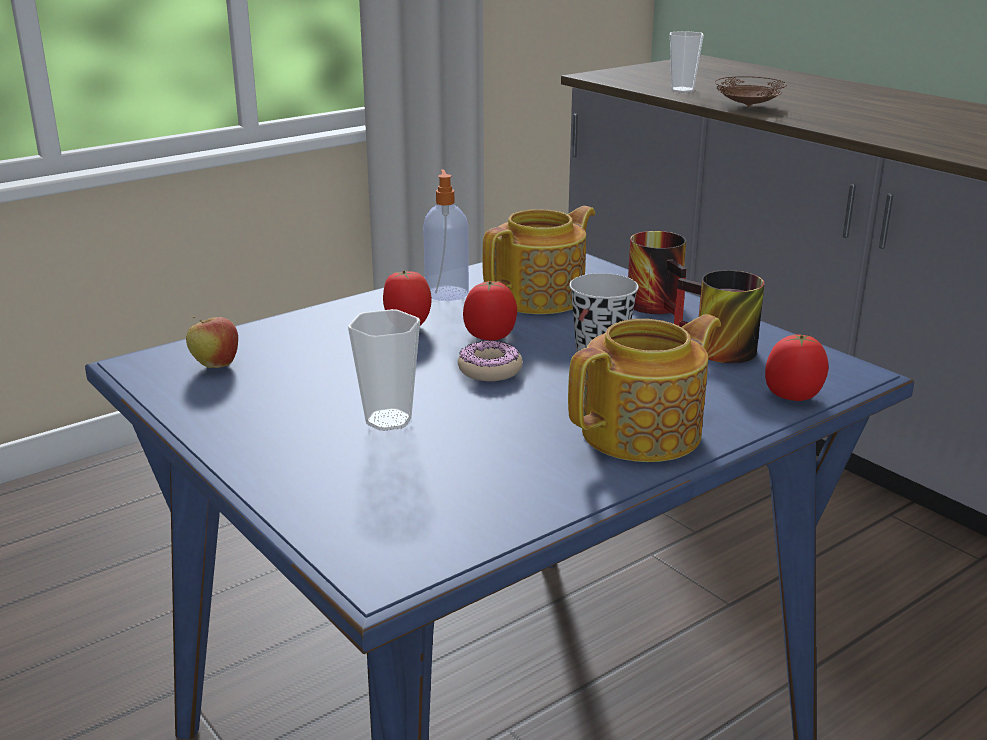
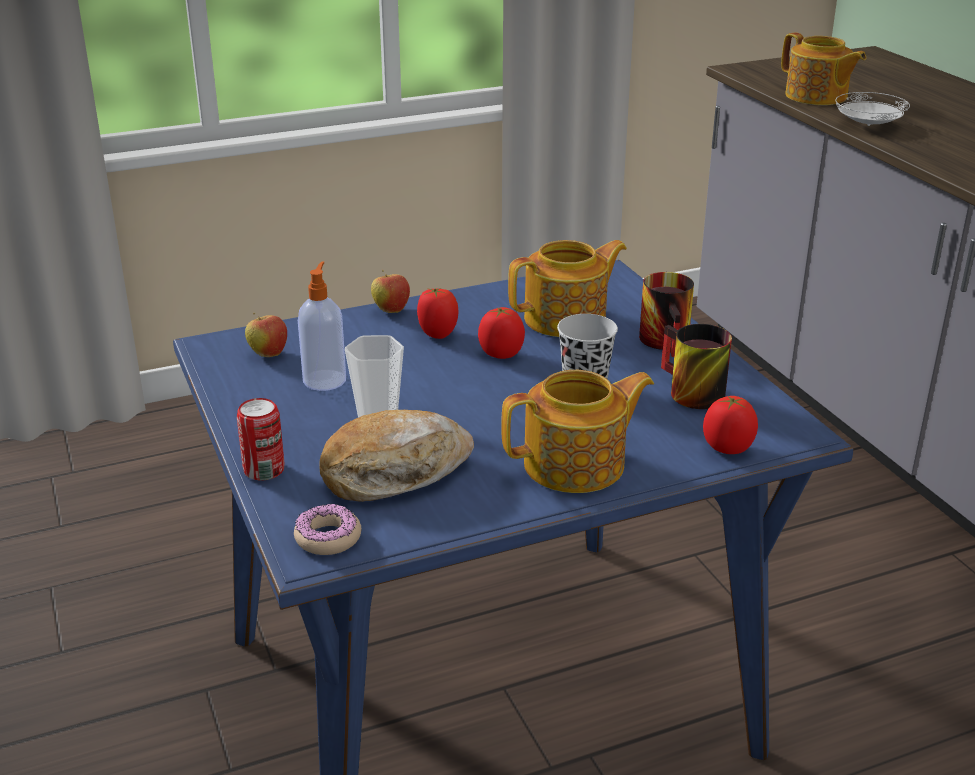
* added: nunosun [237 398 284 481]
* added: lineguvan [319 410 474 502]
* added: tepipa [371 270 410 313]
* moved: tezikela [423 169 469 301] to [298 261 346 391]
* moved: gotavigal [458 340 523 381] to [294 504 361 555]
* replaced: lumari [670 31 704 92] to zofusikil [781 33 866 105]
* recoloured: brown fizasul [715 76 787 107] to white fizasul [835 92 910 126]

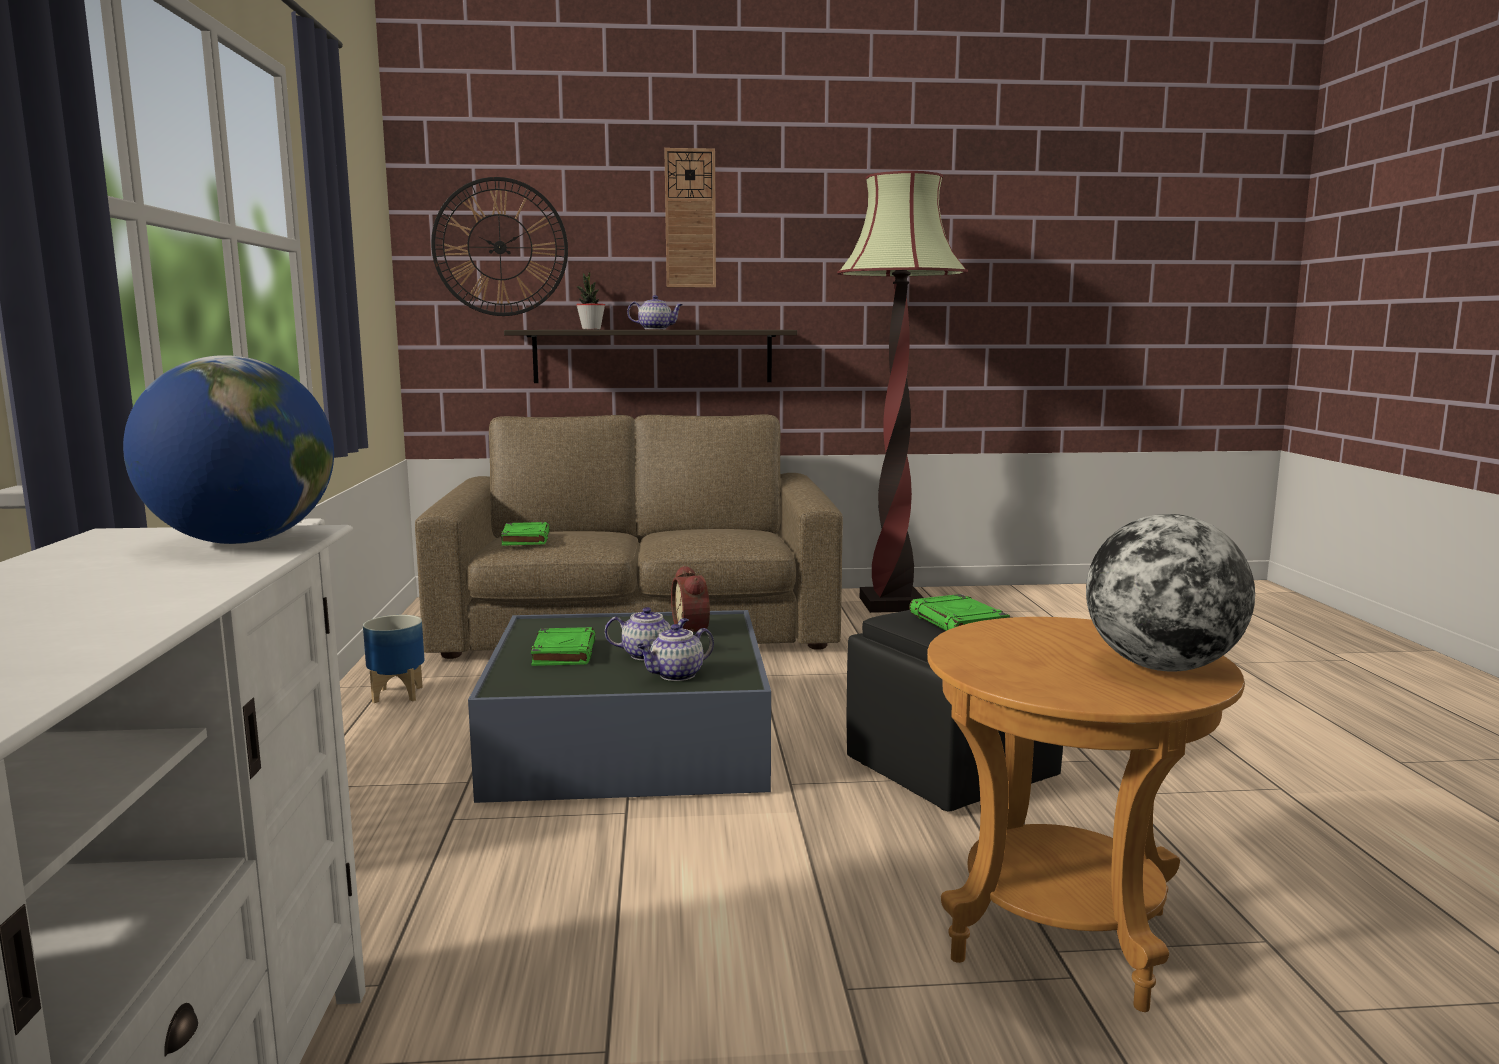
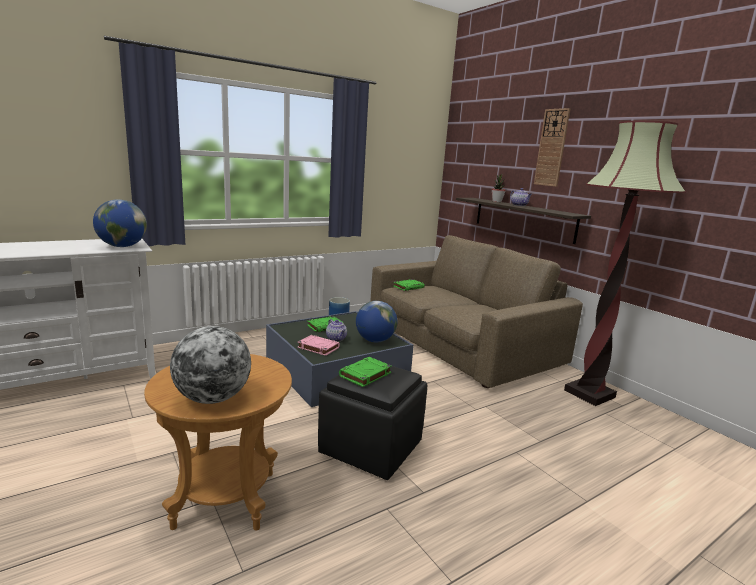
* removed: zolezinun [431 177 568 316]
* replaced: zofusikil [637 624 714 681] to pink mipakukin [297 335 340 356]
* replaced: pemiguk [671 565 710 632] to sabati [356 301 397 342]

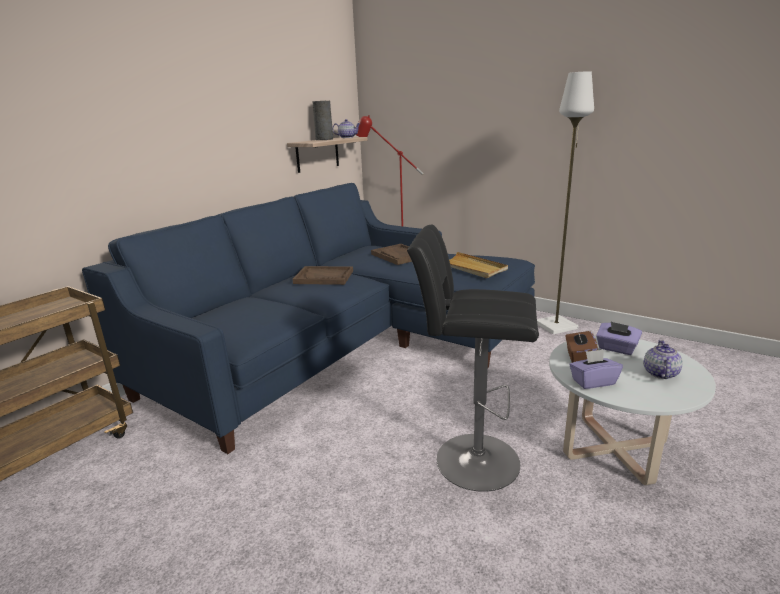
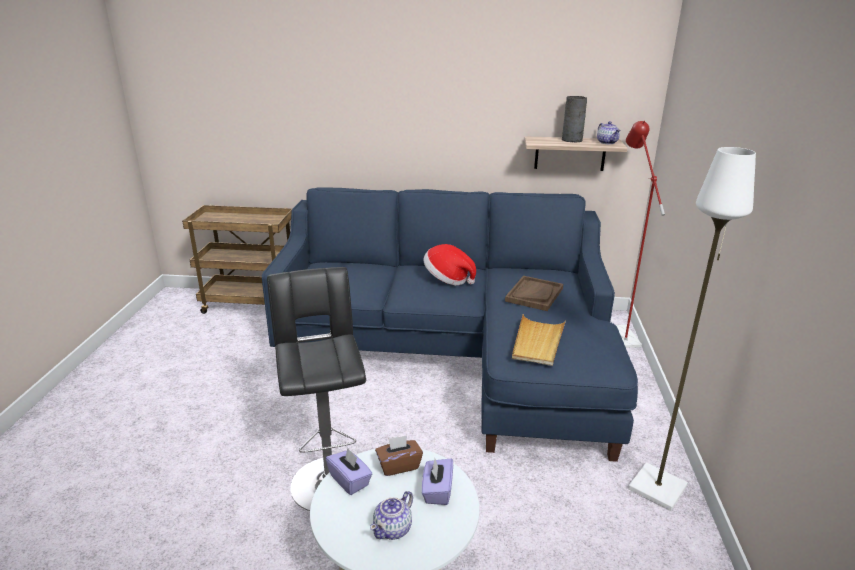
* replaced: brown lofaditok [292 266 353 285] to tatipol [423 244 476 286]
* turned: zofusikil [644 340 683 379] = [370 491 413 540] 135 degrees clockwise

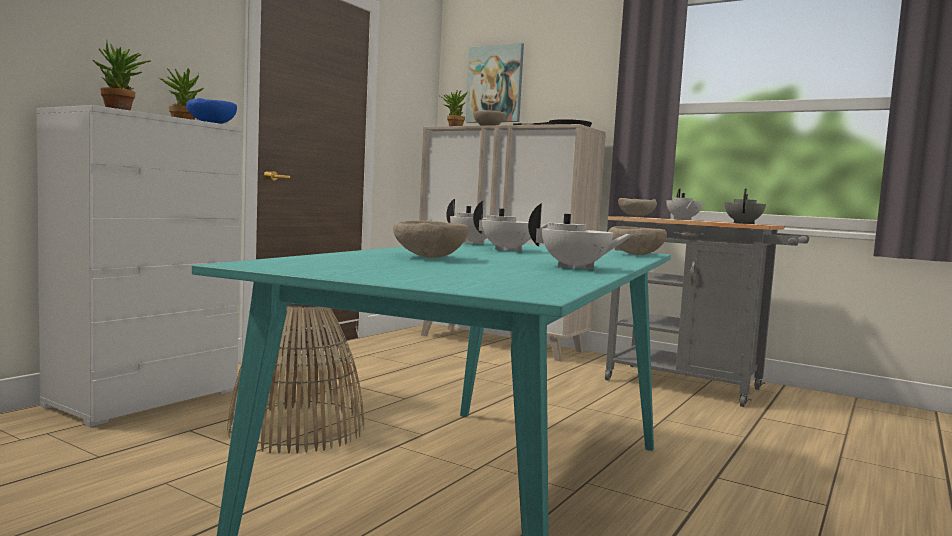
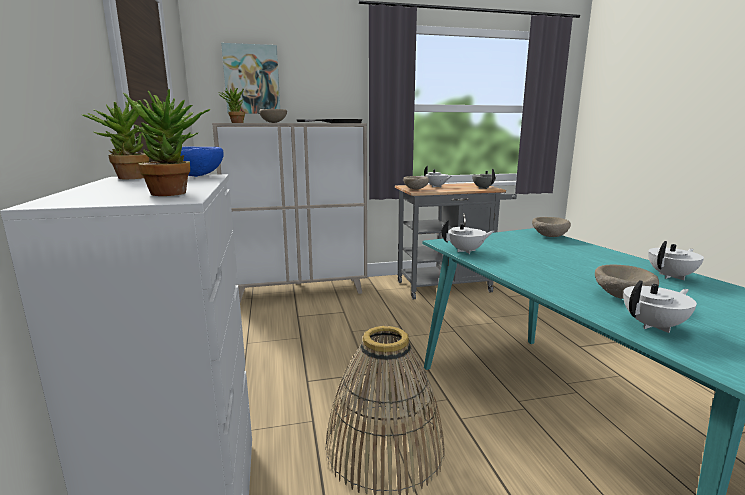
* moved: white zofusikil [473 200 547 251] to [623 280 697 333]

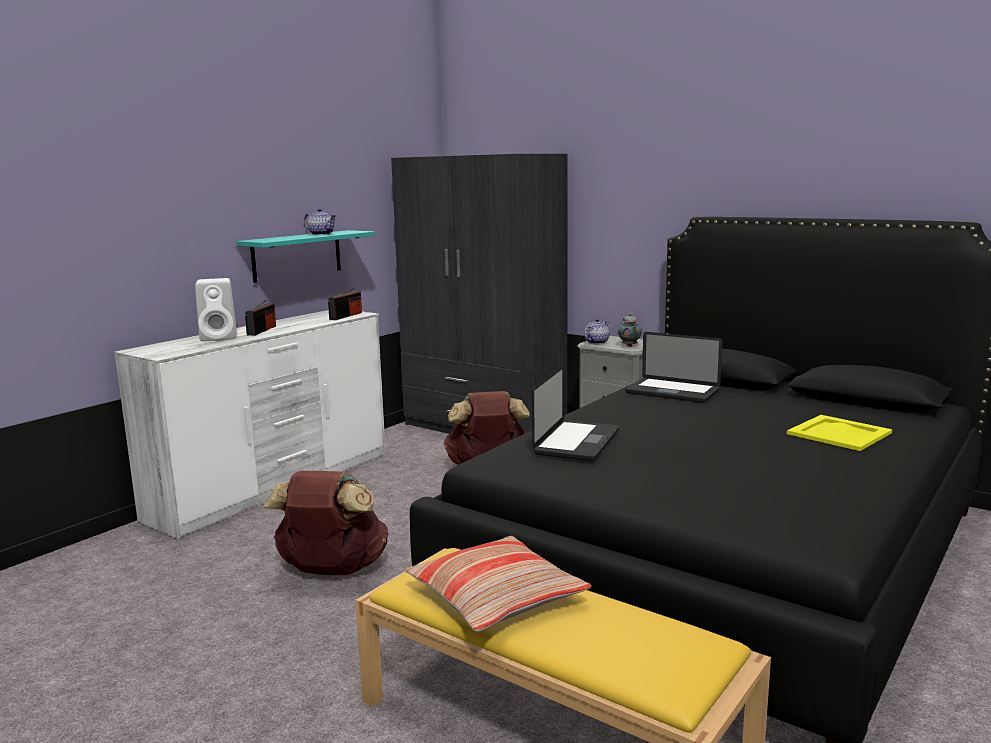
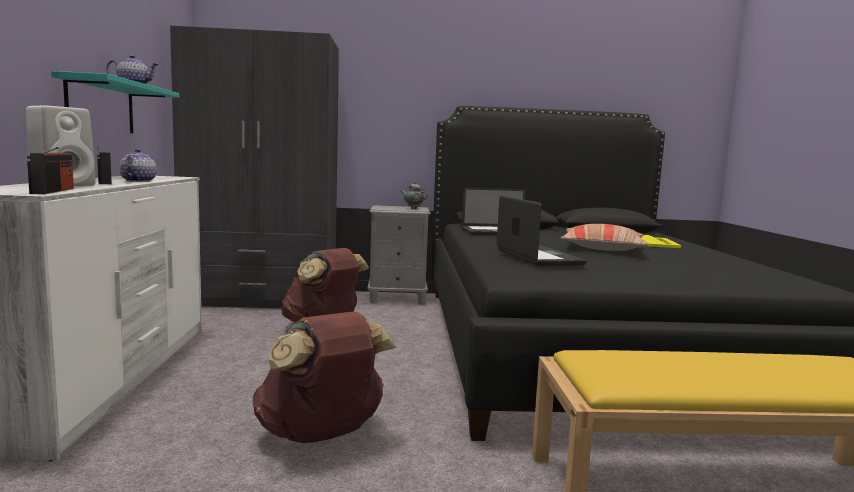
* moved: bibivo [328 288 362 320] to [27 147 74 194]
* moved: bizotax [405 536 592 632] to [561 224 648 251]
* moved: zofusikil [584 318 610 344] to [120 149 157 182]

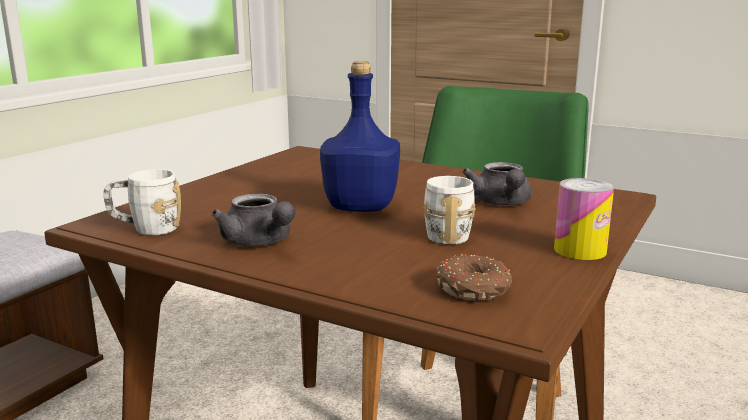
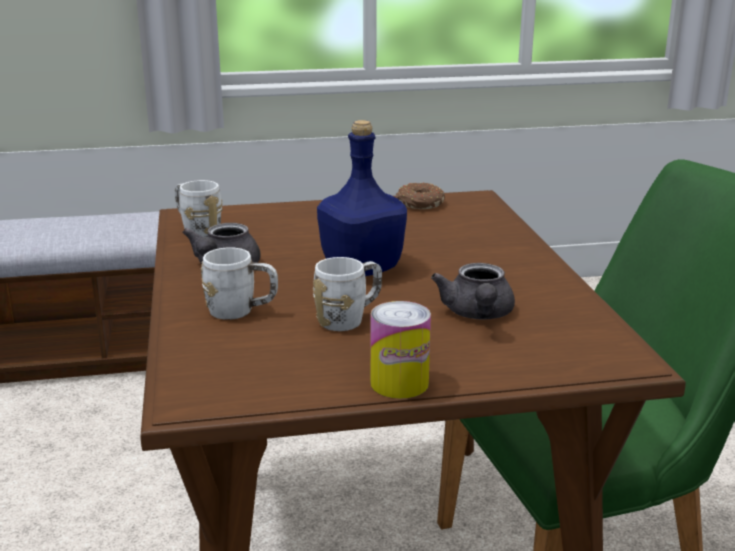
* added: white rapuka [201 248 278 320]
* moved: gotavigal [436 254 512 301] to [396 182 445 209]
* turned: grey zofusikil [463 162 531 206] = [431 263 515 320] 45 degrees counterclockwise

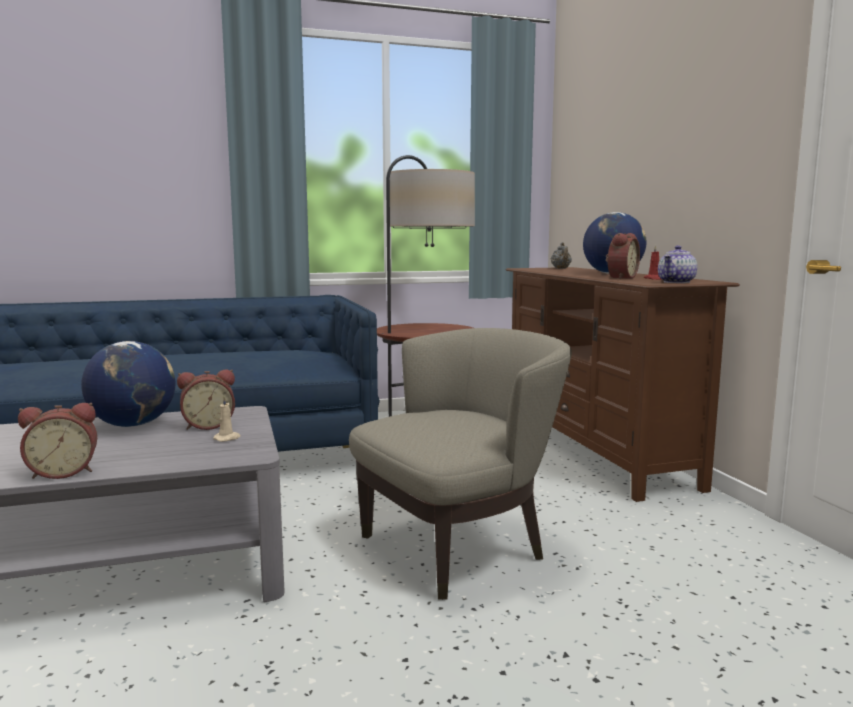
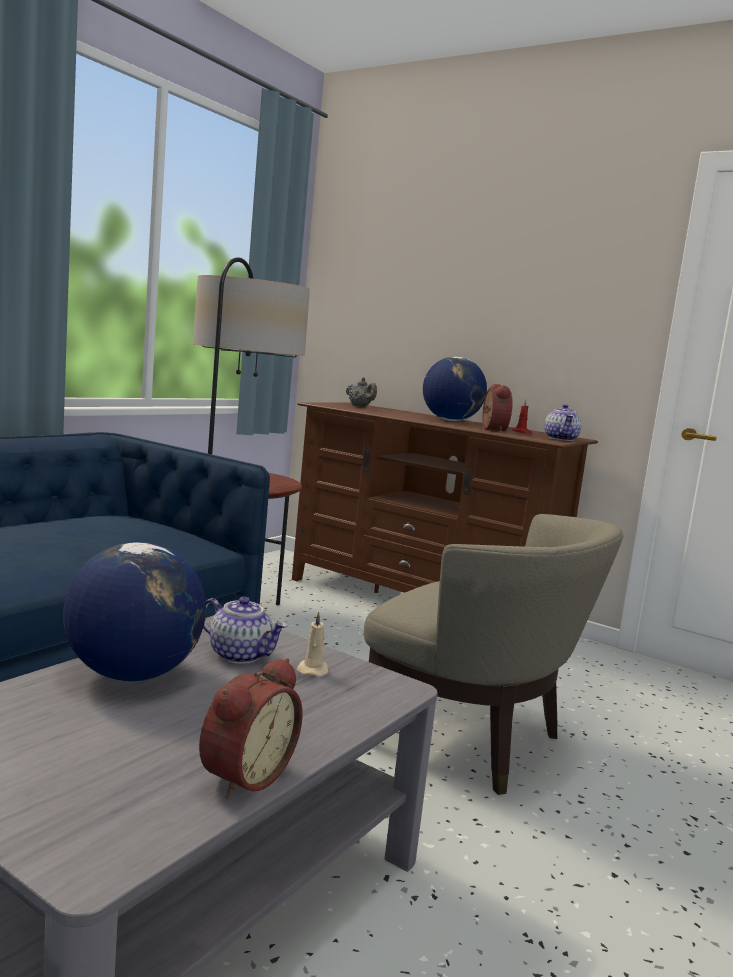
* replaced: pemiguk [177 370 235 430] to zofusikil [203 596 287 664]
* turned: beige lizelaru [349 328 572 600] = [364 514 623 795] 105 degrees clockwise

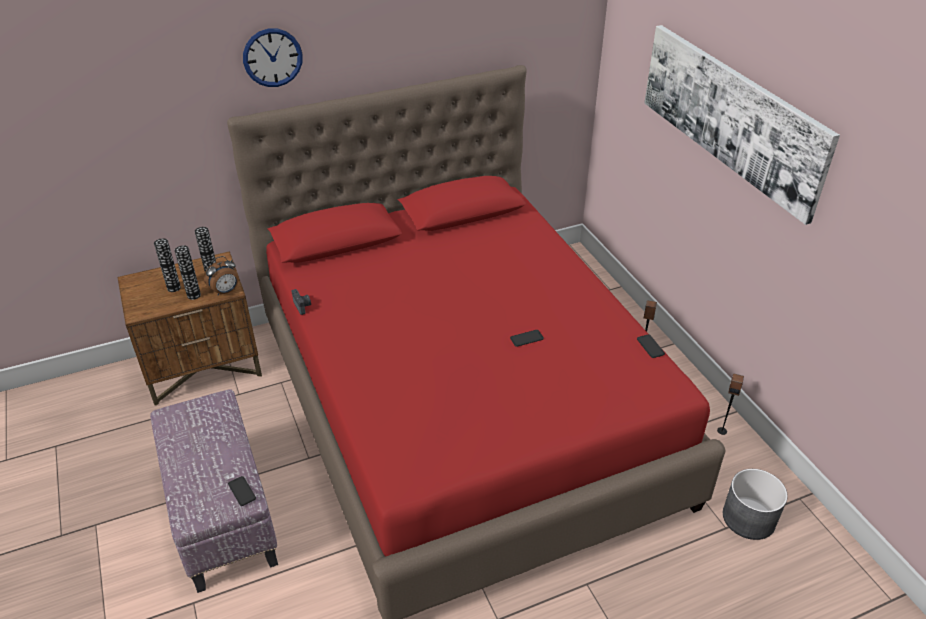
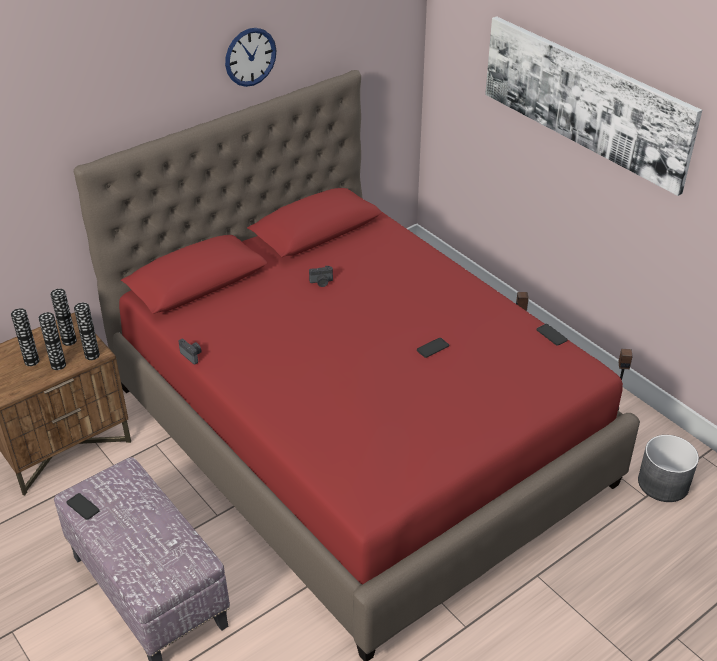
* added: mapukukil [309 266 333 287]
* moved: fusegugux [228 476 256 506] to [66 493 100 520]
* moved: zolezinun [243 29 303 87] to [225 28 277 87]
* replaced: pemiguk [204 256 238 295] to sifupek [74 303 100 360]

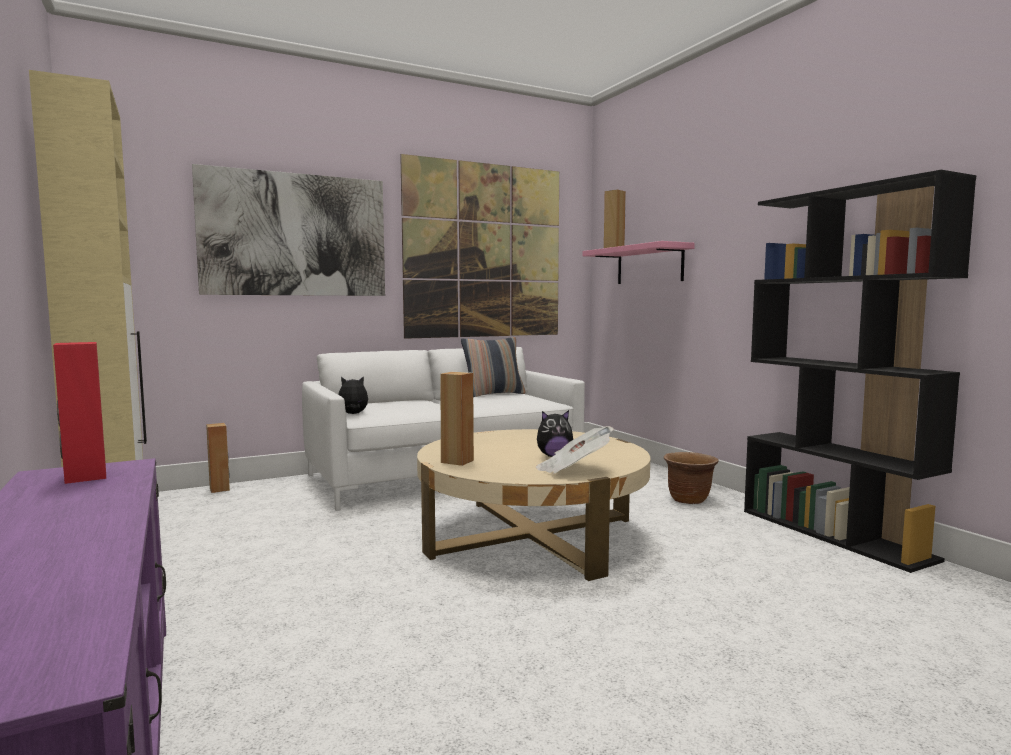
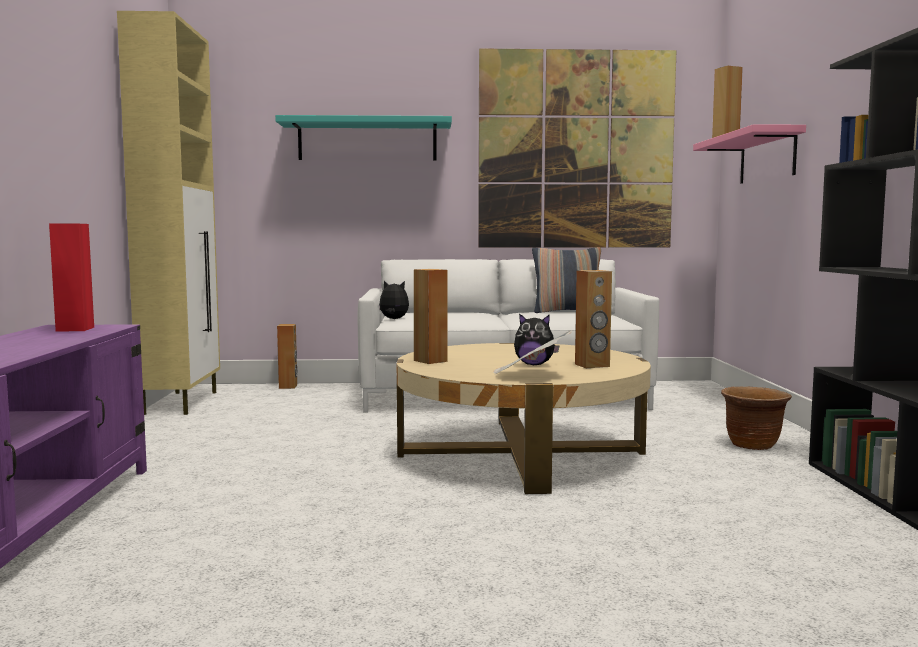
* added: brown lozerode [575 270 612 368]
* replaced: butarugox [192 164 385 296] to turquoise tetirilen [275 115 452 161]

